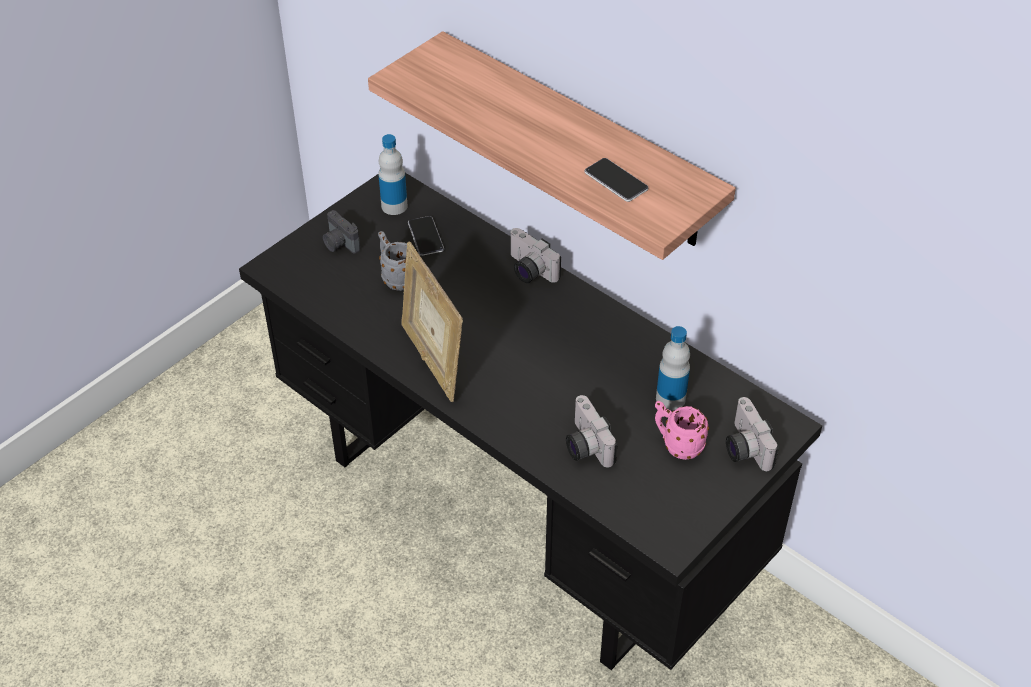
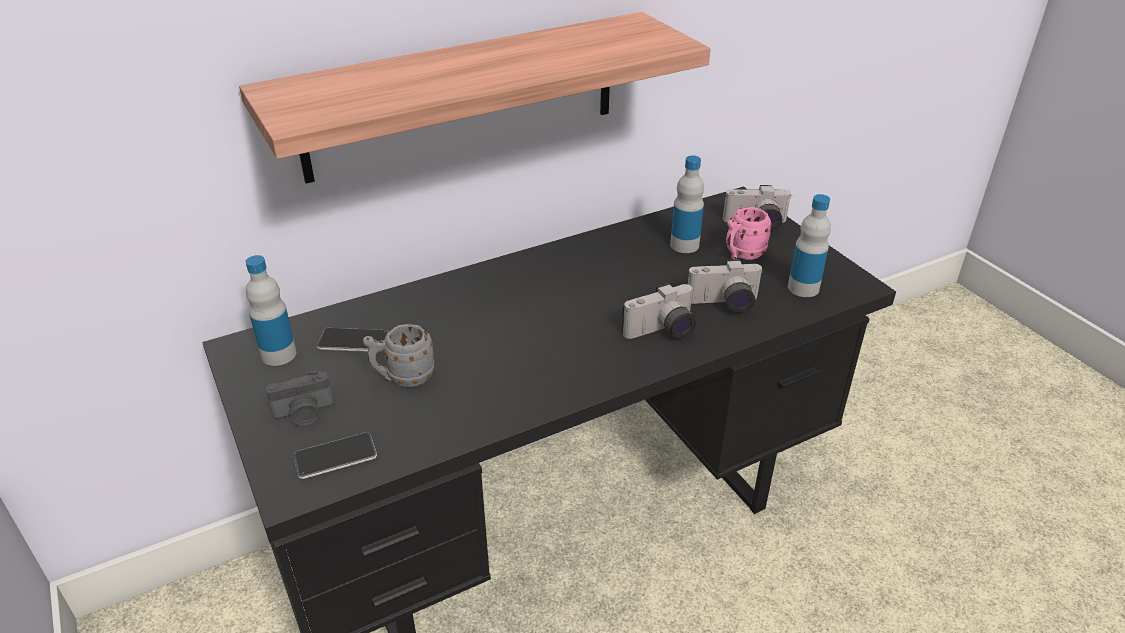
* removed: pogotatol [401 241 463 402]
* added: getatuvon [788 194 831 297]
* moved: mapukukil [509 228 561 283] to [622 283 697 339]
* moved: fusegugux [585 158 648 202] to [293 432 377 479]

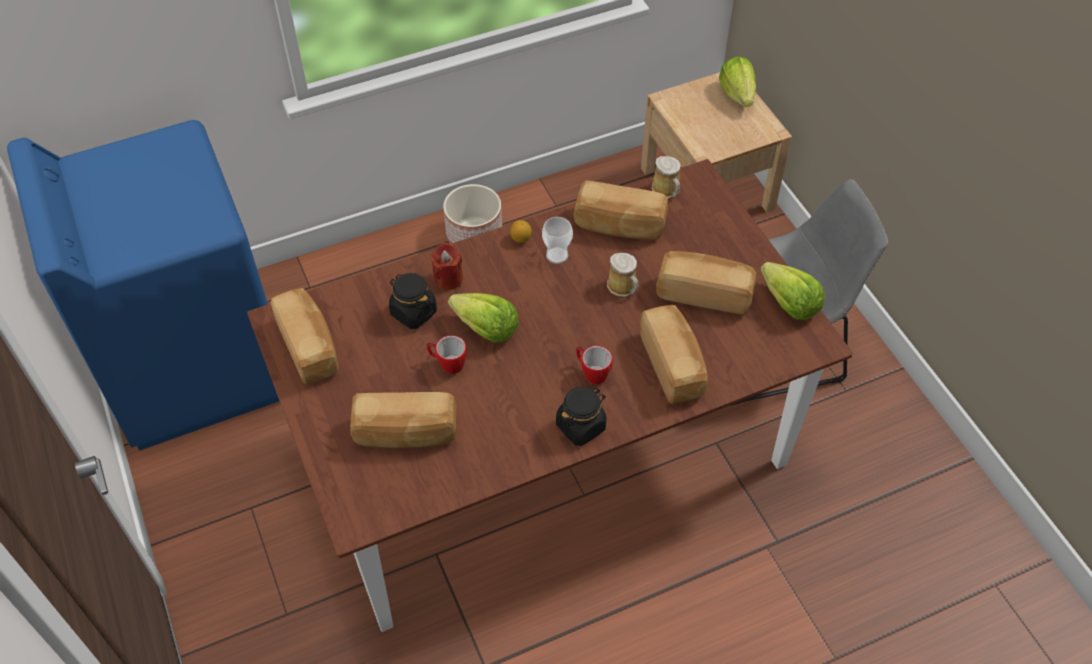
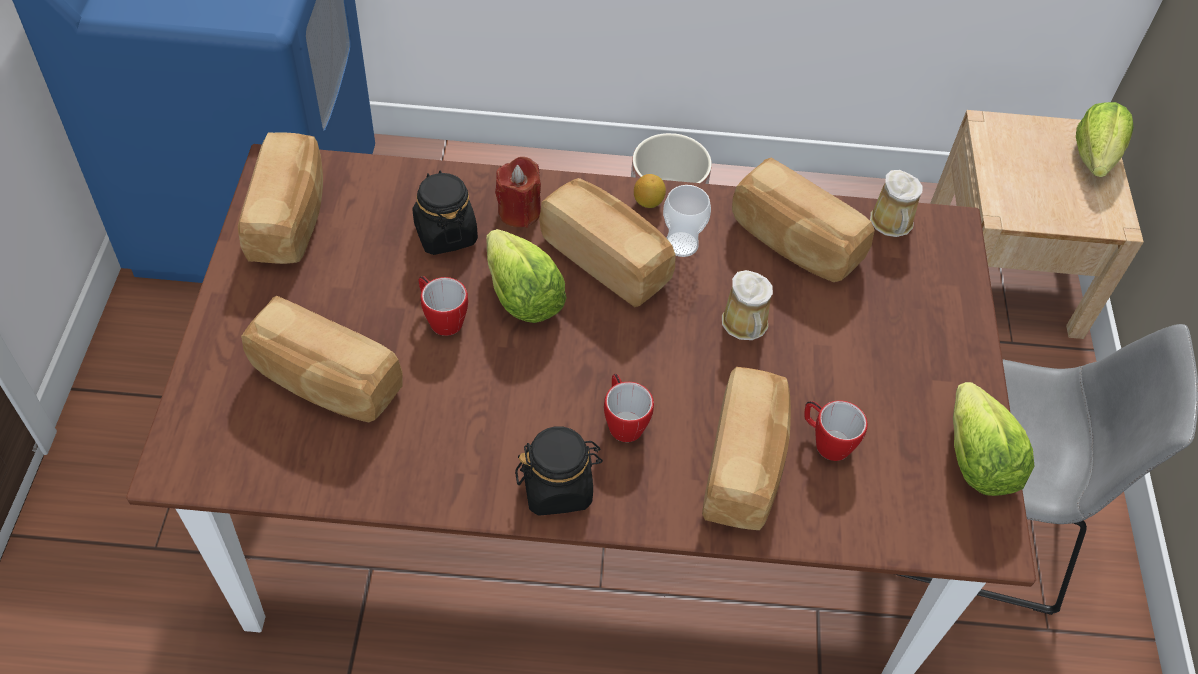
* added: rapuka [804 400 868 461]
* moved: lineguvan [656 251 756 315] to [539 178 676 307]

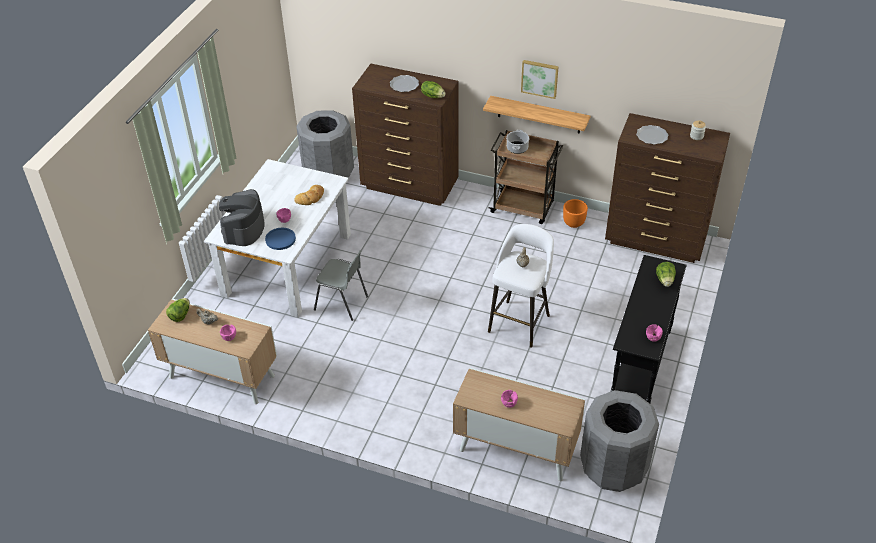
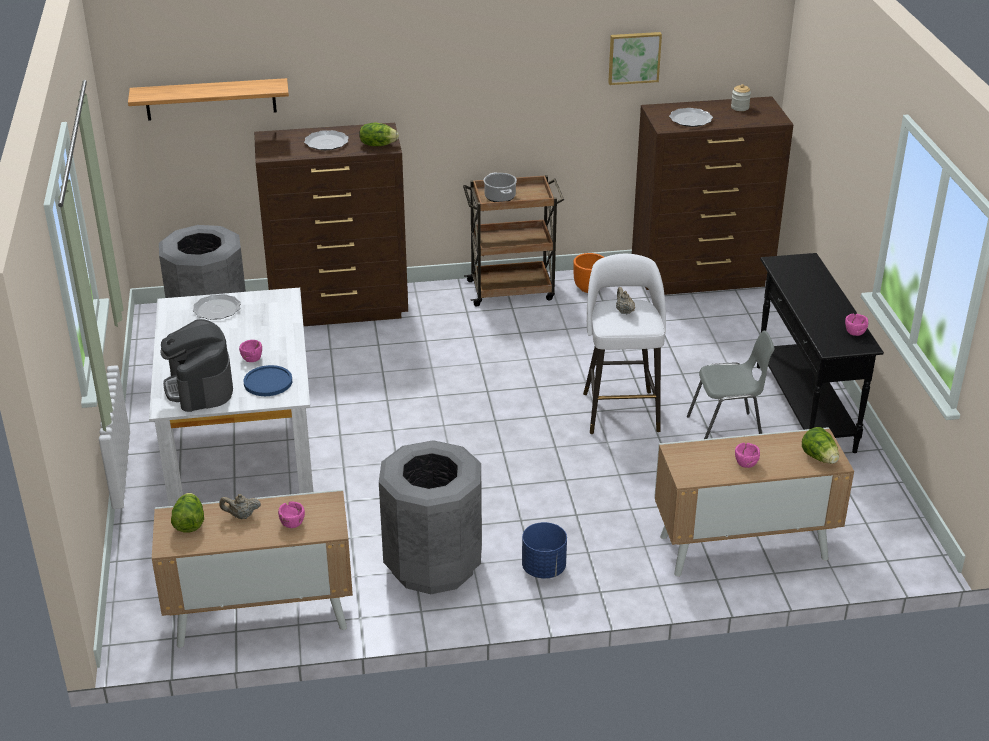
* removed: lineguvan [294 185 324 205]
* added: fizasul [193 294 241 320]
* added: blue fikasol [522 522 567 579]
* moved: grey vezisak [314 250 368 321] to [687 331 775 439]
* moved: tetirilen [483 96 590 134] to [128 78 289 121]
* moved: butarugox [521 60 559 99] to [608 32 662 85]
* moved: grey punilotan [580 390 659 492] to [379 440 482 594]
* moved: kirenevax [656 262 676 287] to [802 427 839 464]

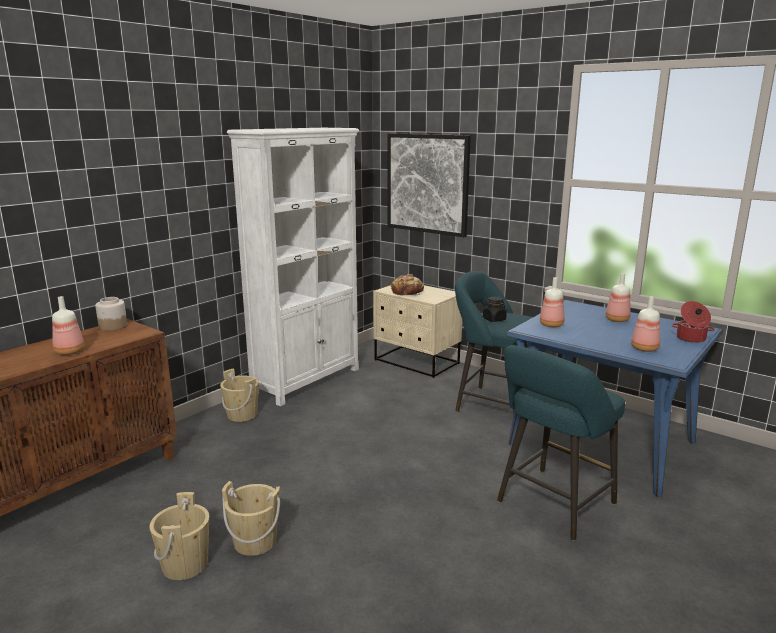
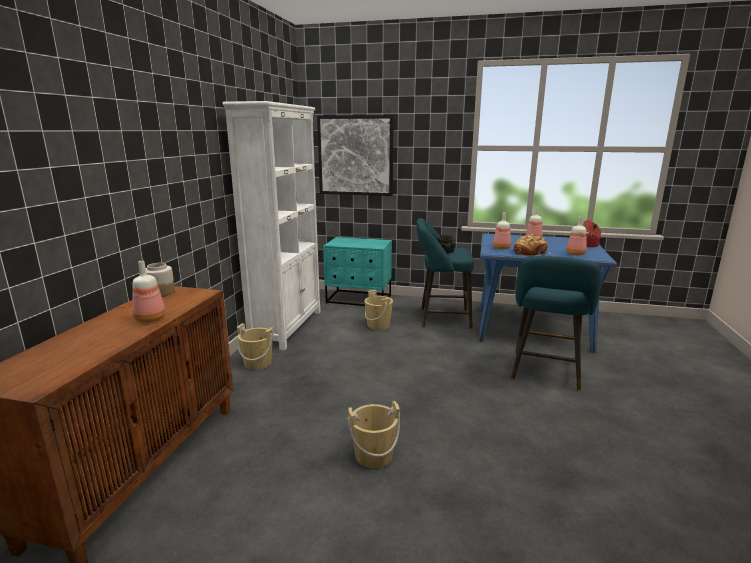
* moved: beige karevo [149 492 209 580] to [364 290 393 330]
* moved: lineguvan [391 274 424 295] to [514 234 552 256]
* recoloured: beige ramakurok [373 285 462 378] to turquoise ramakurok [323 237 392 306]

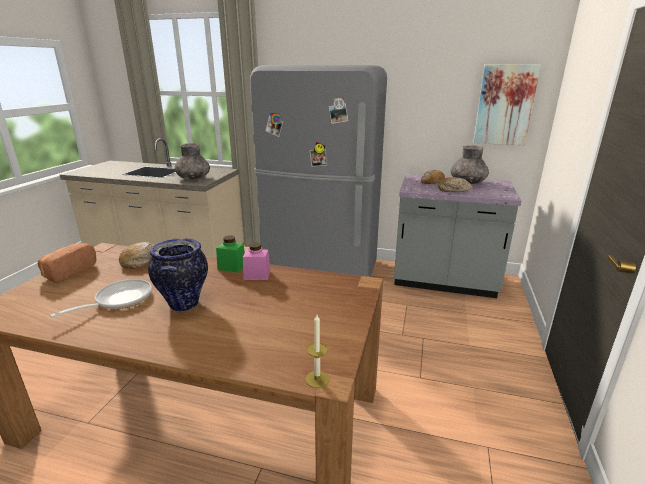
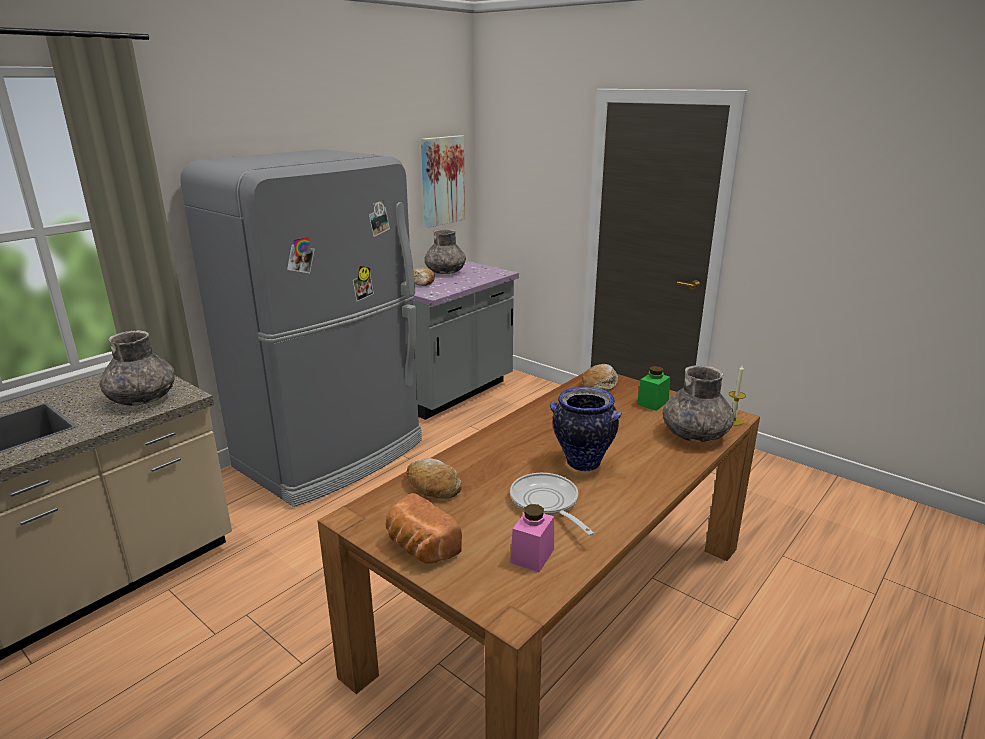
* added: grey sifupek [663 365 734 442]
* moved: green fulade [216 235 245 273] to [637 366 670 411]
* moved: pink fulade [243 242 270 280] to [510 504 554 572]
* moved: lineguvan [438 177 472 192] to [582 364 618 391]

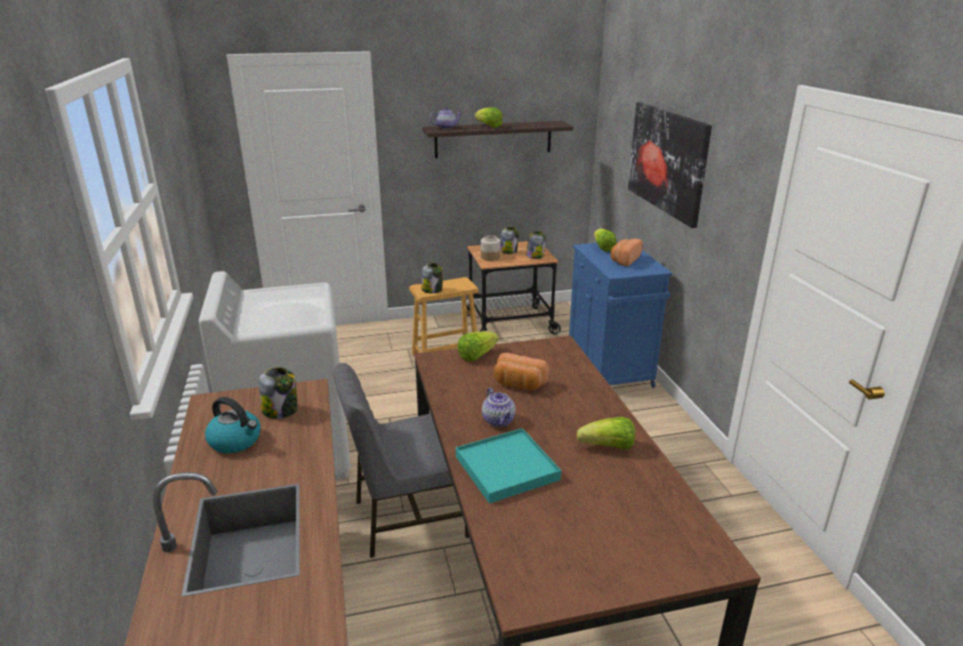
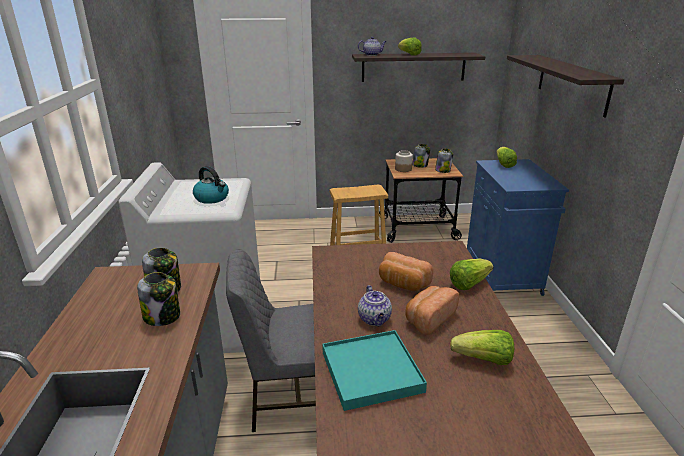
* moved: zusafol [205 397 261 453] to [193 166 229 204]
* moved: fulade [421 263 443 294] to [137 272 180 326]
* moved: kirenevax [458 331 499 361] to [450 258 494 290]
* moved: lineguvan [610 239 643 266] to [405 286 459 335]
* replaced: butarugox [628 102 712 228] to tetirilen [507 55 624 117]

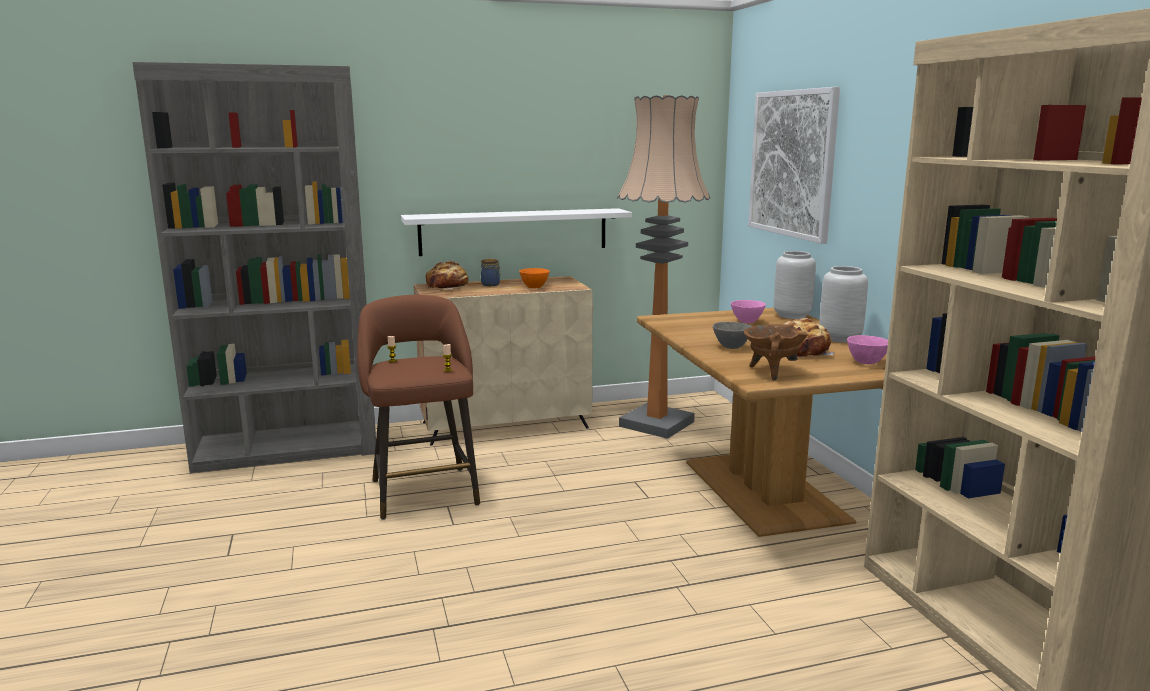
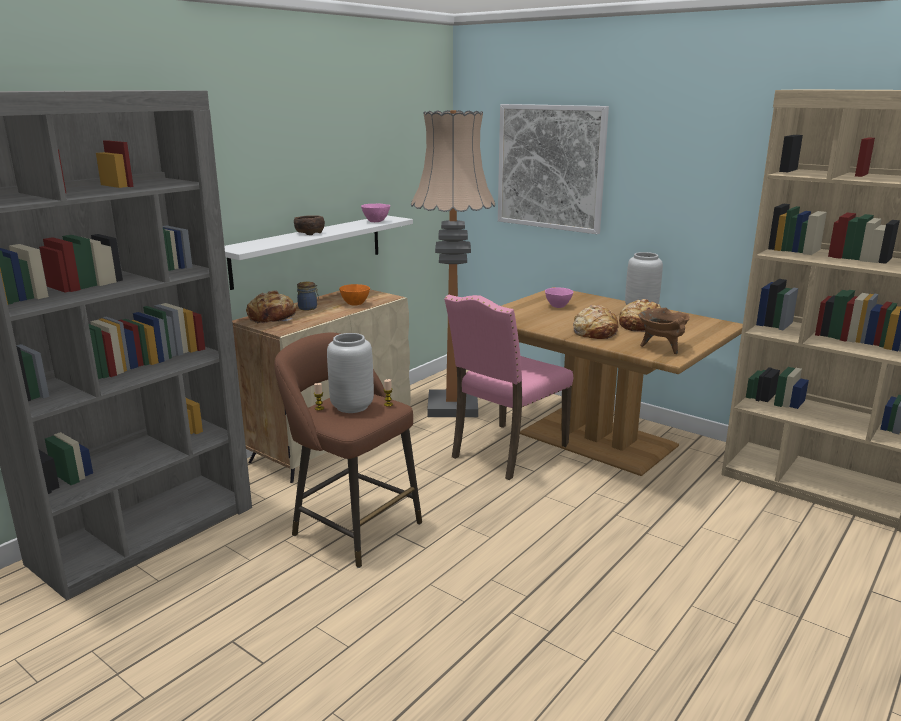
* added: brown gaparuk [294 215 325 235]
* added: pink vezisak [444 295 573 480]
* moved: grey sifupek [774 251 816 319] to [327 333 374 413]
* moved: pink gaparuk [847 335 888 364] to [361 204 390 222]
* replaced: grey gaparuk [713 322 752 349] to lineguvan [573 305 619 339]

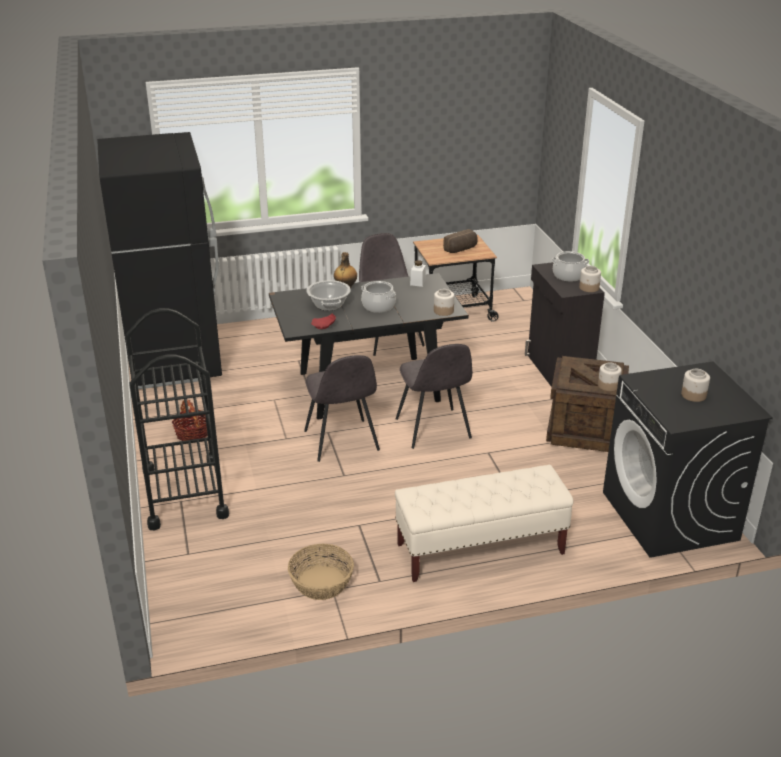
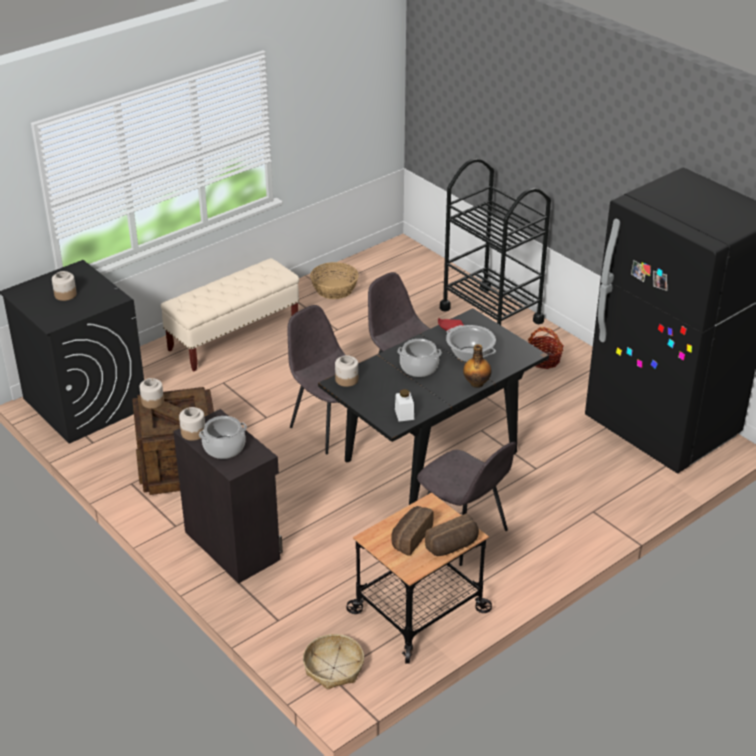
* added: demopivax [303 634 364 690]
* added: lineguvan [425 514 479 556]

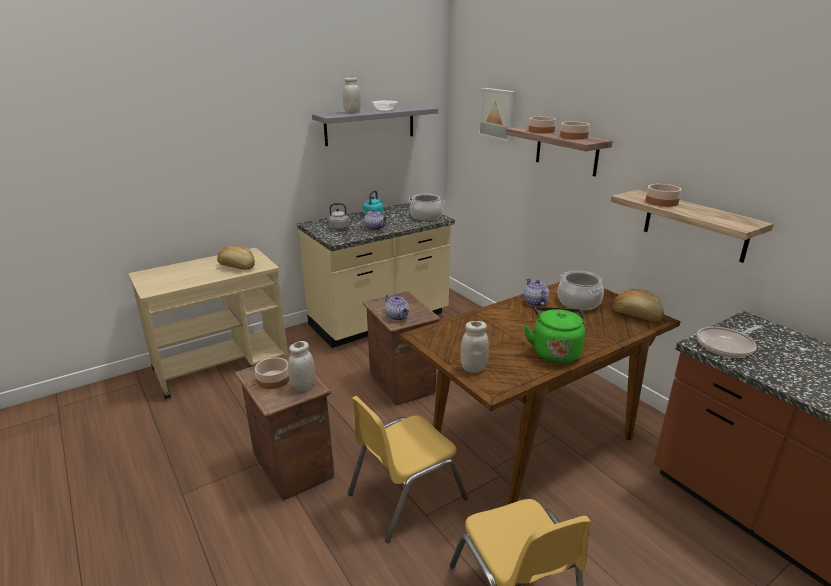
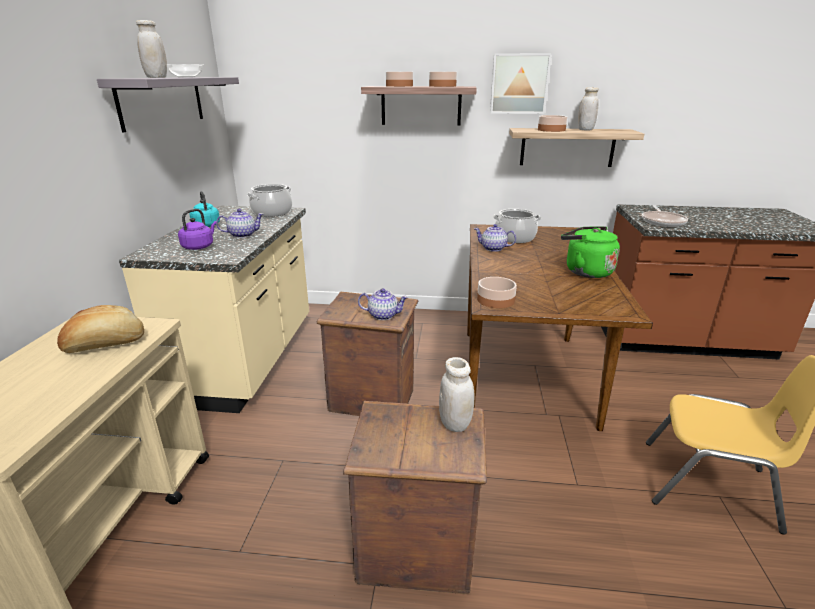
* removed: yellow vezisak [348 396 468 543]
* removed: lineguvan [612 289 664 321]
* moved: gaparuk [255 357 290 389] to [477 277 517 308]
* moved: white fulade [461 321 489 373] to [578 87 599 131]
* moved: butarugox [478 88 517 142] to [490 53 552 114]
* recoloured: grey zusafol [328 203 355 230] to purple zusafol [178 209 217 250]

